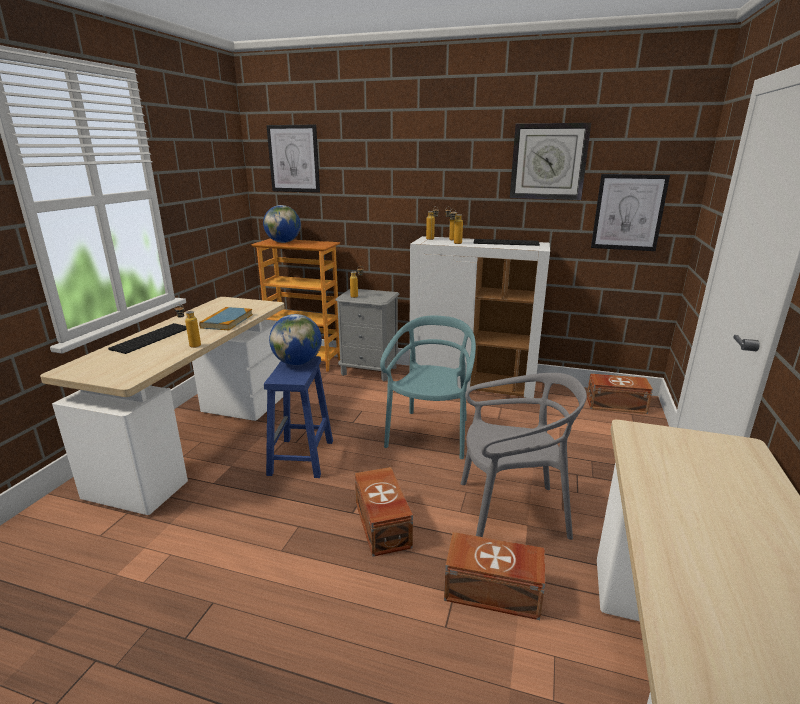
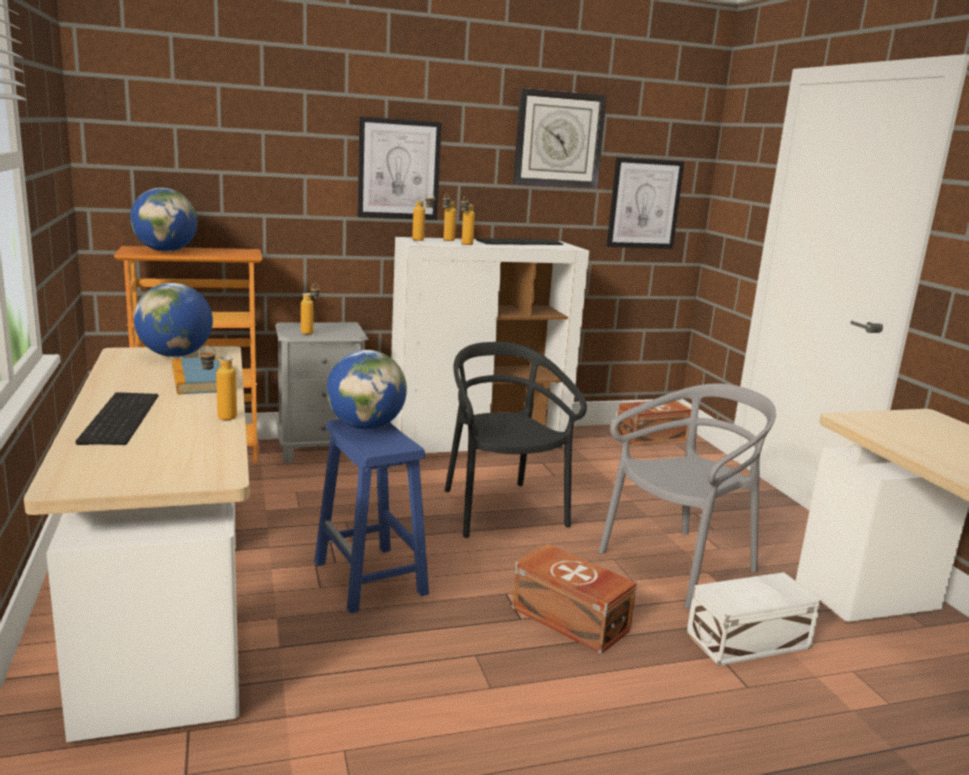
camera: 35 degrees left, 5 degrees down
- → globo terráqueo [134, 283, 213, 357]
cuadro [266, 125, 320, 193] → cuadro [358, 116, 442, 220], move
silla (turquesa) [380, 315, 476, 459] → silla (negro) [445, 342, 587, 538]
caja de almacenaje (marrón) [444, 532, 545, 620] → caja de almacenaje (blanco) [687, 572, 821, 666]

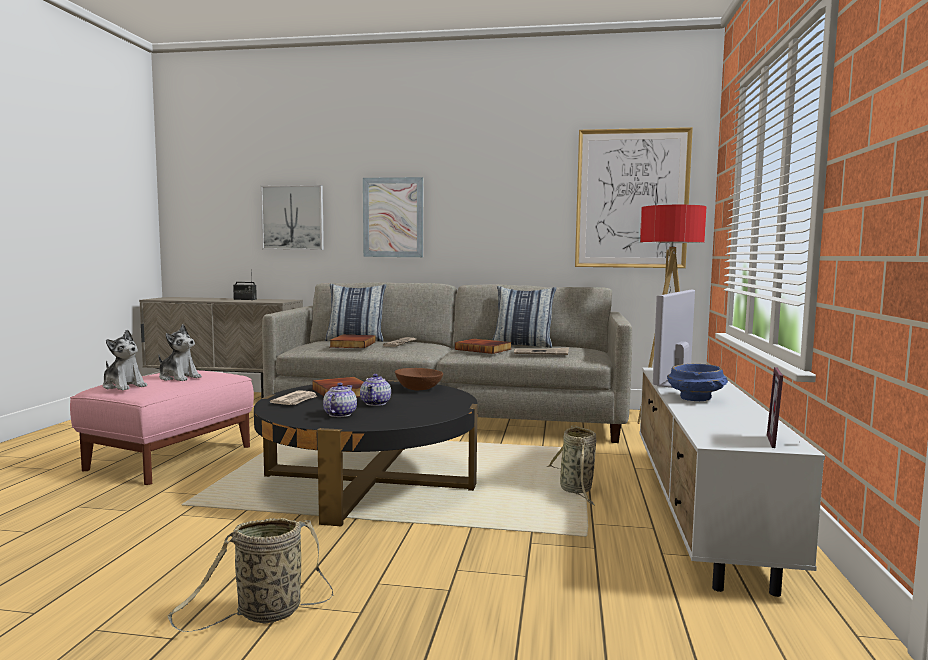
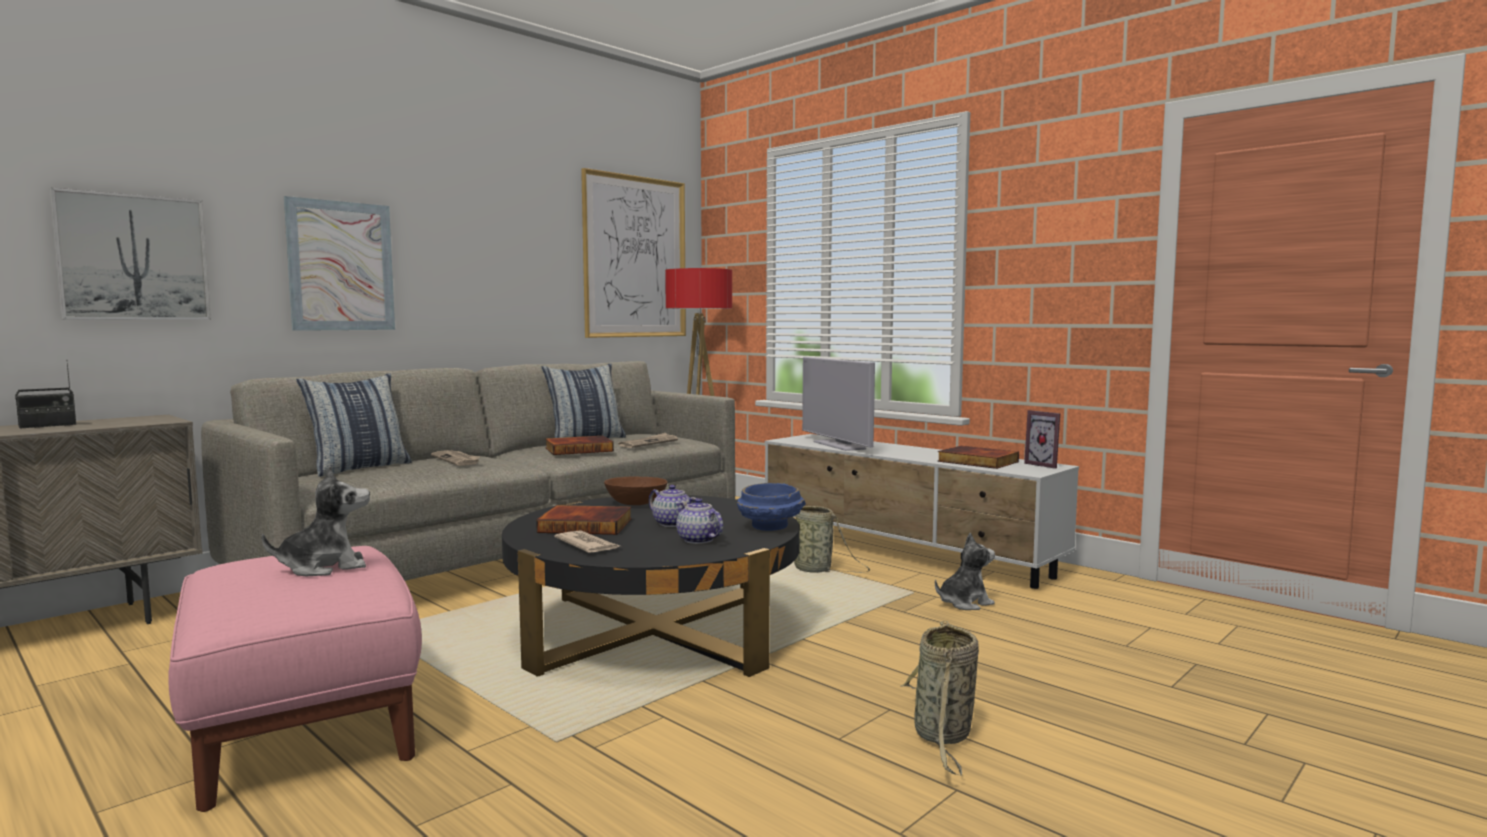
camera: 55 degrees left, 0 degrees up
cuenco (azul) [667, 364, 728, 401] → cuenco (azul) [737, 483, 806, 531], move
peluche [103, 330, 147, 390] → peluche [935, 533, 995, 610], move
libro [329, 335, 376, 348] → libro [937, 446, 1019, 469], move

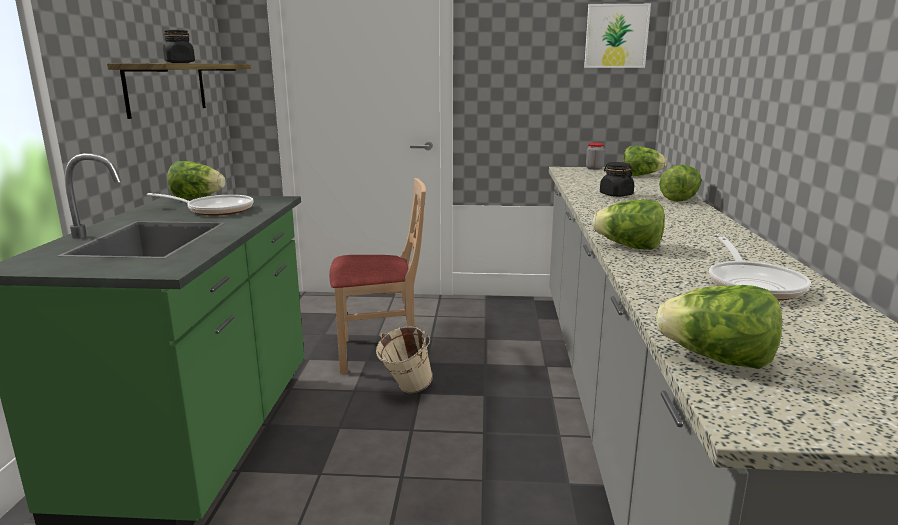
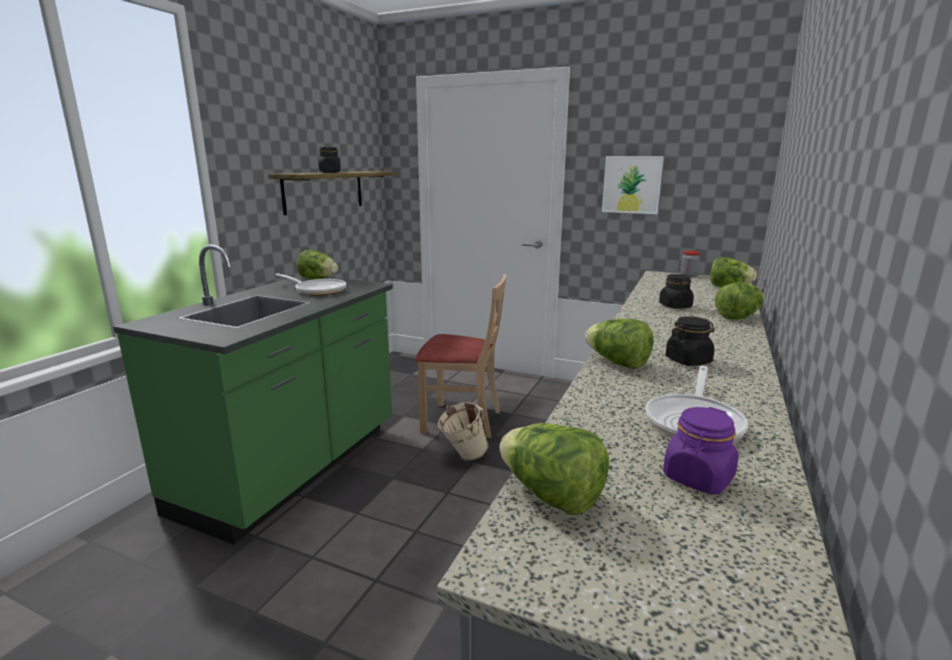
camera: 20 degrees right, 0 degrees up
cuadro [584, 4, 651, 68] → cuadro [602, 156, 664, 214], move
- → tarro (morado) [663, 407, 739, 494]
- → tarro (negro) [666, 316, 715, 366]

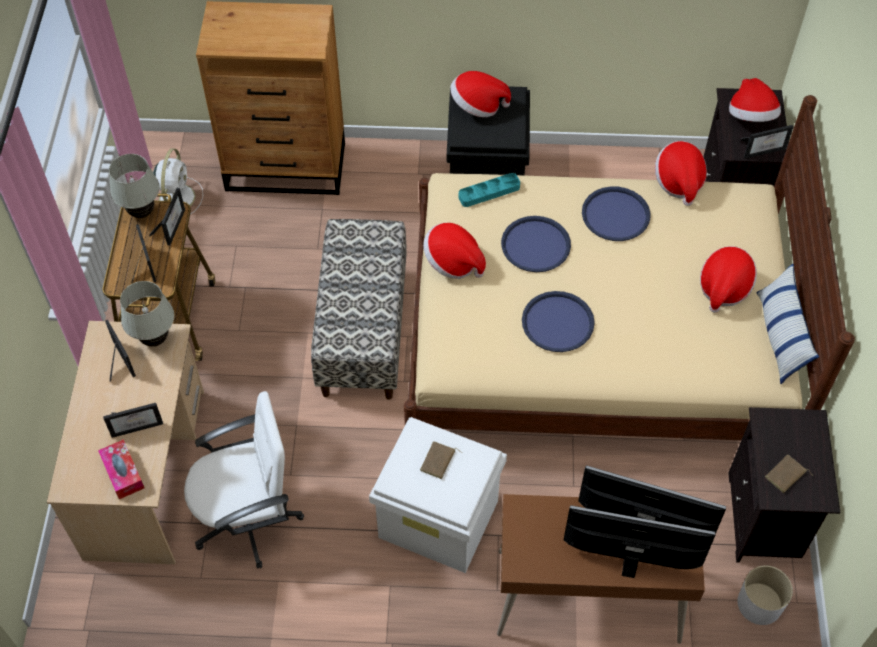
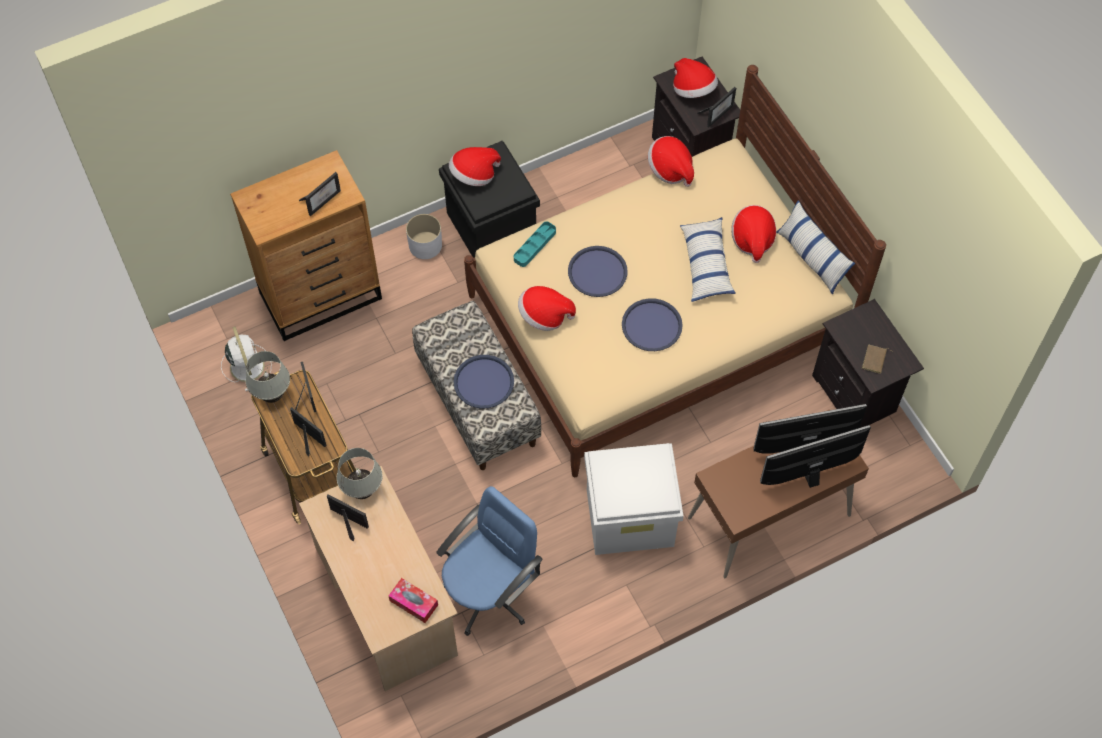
camera: 30 degrees left, 5 degrees up
portarretratos [103, 403, 163, 438] → portarretratos [299, 172, 341, 216], move
maceta (blanco) [738, 565, 793, 625] → maceta (blanco) [406, 214, 442, 259], move
silla de oficina (blanco) [184, 391, 304, 568] → silla de oficina (azul) [436, 486, 542, 636]
bandeja (azul) [582, 187, 651, 241] → bandeja (azul) [454, 355, 514, 408], move
- → cojín [680, 217, 736, 302]
libro (marrón) [420, 441, 462, 479] → -

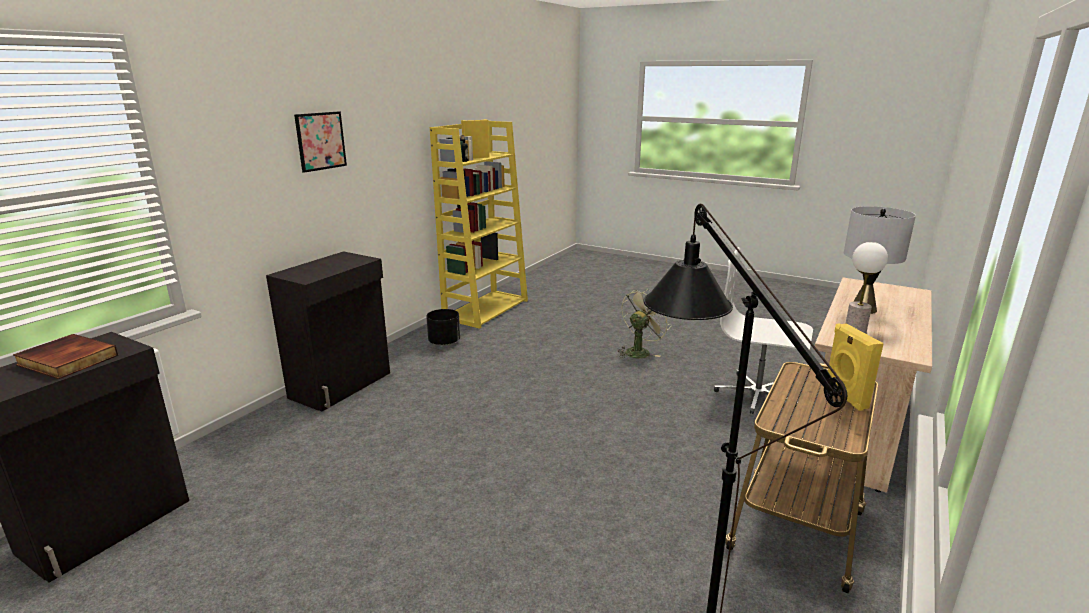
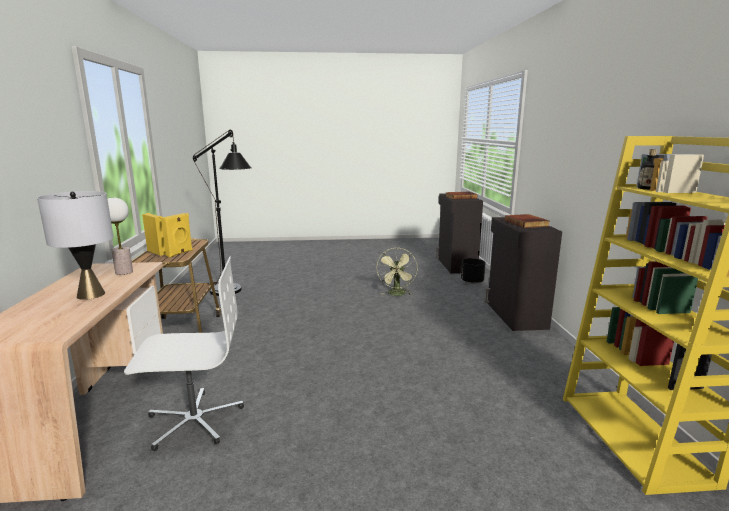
camera: 145 degrees right, 5 degrees down
altavoz (amarillo) [461, 119, 490, 159] → altavoz (amarillo) [161, 213, 193, 257], move
ventilador (verde) [617, 289, 672, 358] → ventilador (verde) [376, 247, 417, 296], move
maceta (negro) [426, 309, 460, 346] → maceta (negro) [461, 258, 486, 284], move
- → libro [505, 214, 549, 228]
cuadro [294, 111, 347, 173] → -

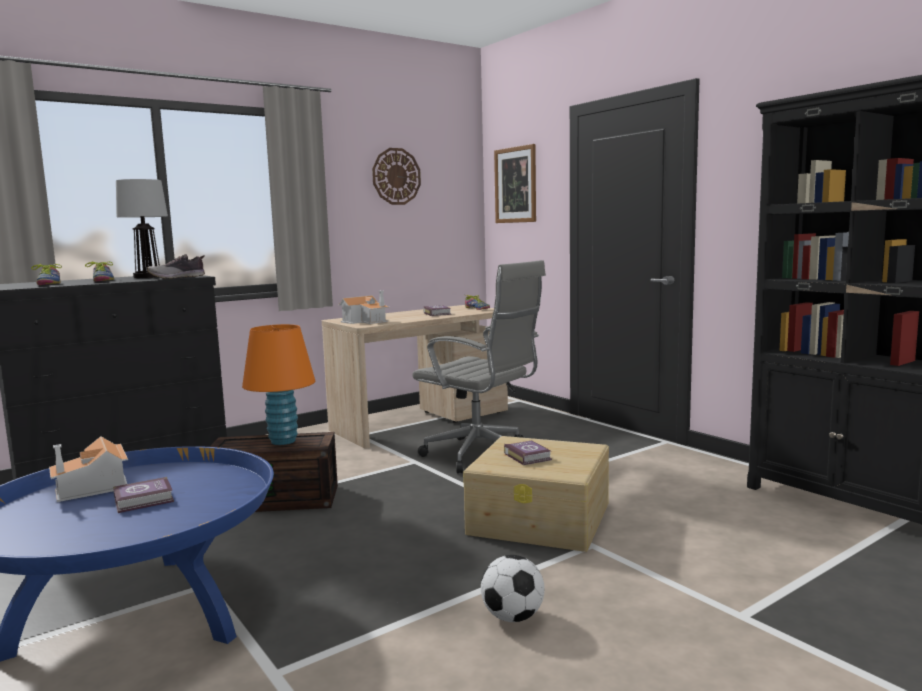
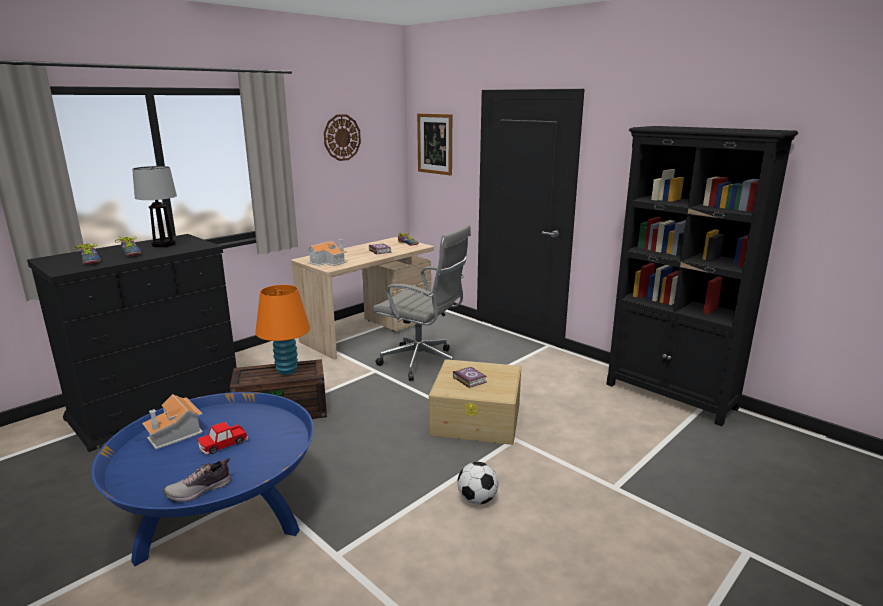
camera: 10 degrees left, 10 degrees up
zapato [147, 254, 205, 279] → zapato [164, 458, 231, 502], move
libro [113, 477, 174, 513] → coche de juguete [198, 422, 248, 455]

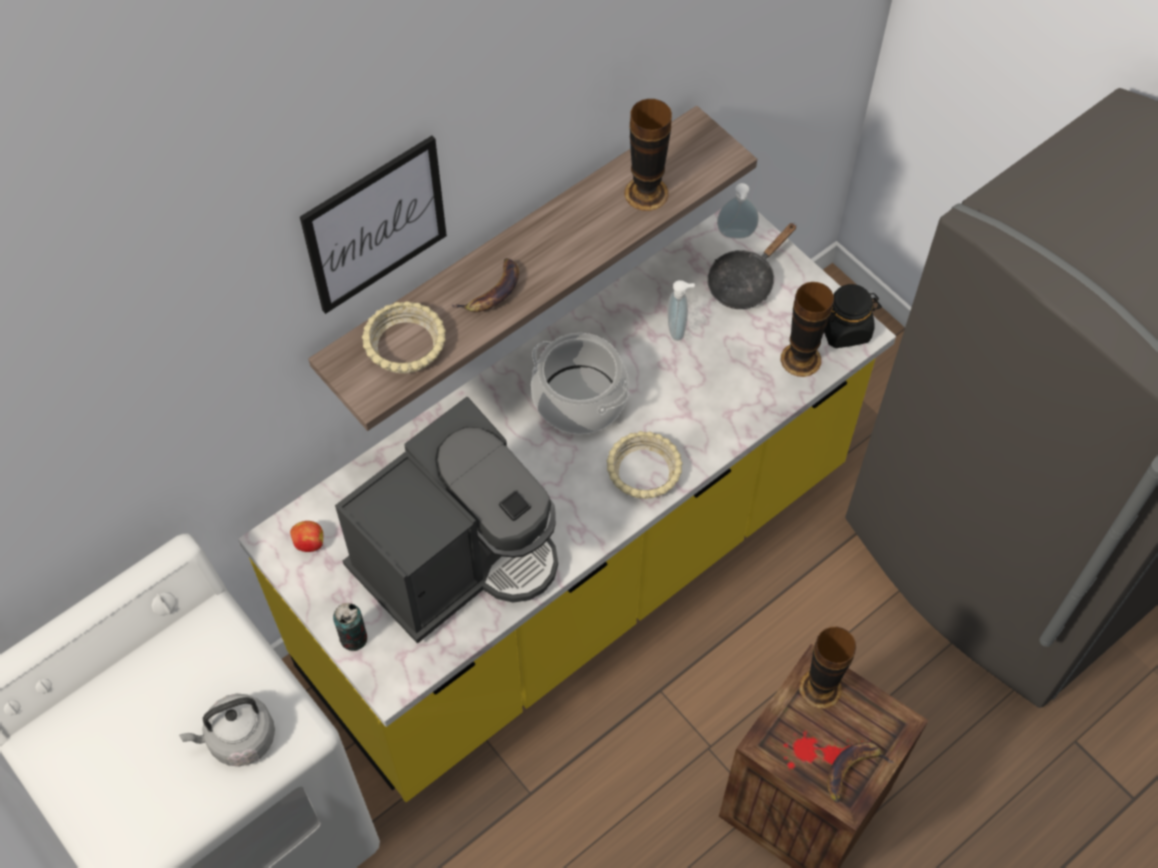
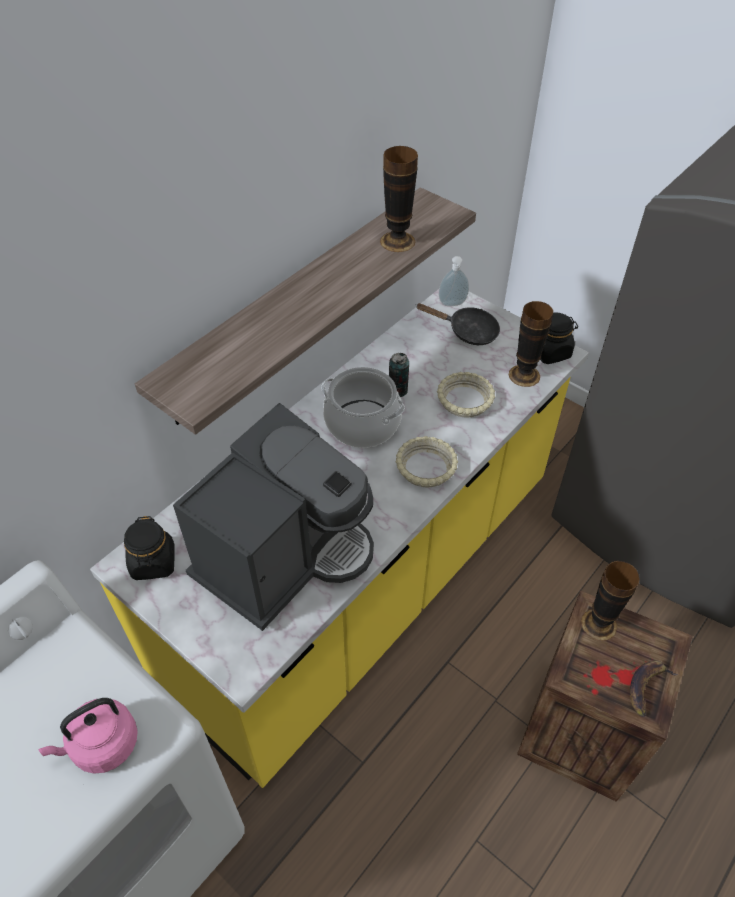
camera: 10 degrees left, 10 degrees down
hervidor (gris) [179, 694, 275, 766] → hervidor (rosa) [38, 698, 138, 774]
manzana [290, 521, 323, 552] → tarro (negro) [124, 516, 174, 580]
lata [333, 603, 367, 651] → lata [389, 353, 409, 397], move
sartén (negro) [707, 223, 797, 309] → sartén (negro) [417, 303, 500, 345], 105 degrees counterclockwise
cuenco (beis) [362, 301, 446, 374] → cuenco (beis) [437, 372, 495, 417], move
cuadro [300, 136, 447, 314] → -
plátano [451, 258, 519, 312] → -
dispensador de jabón [668, 280, 695, 341] → -

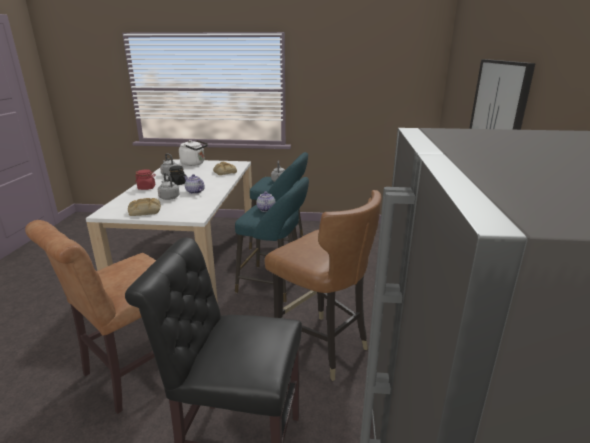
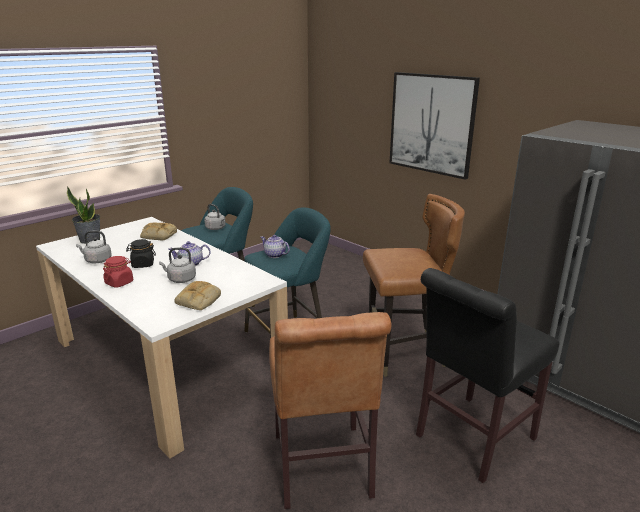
camera: 50 degrees left, 0 degrees up
hervidor (blanco) [179, 140, 208, 166] → planta en maceta [67, 186, 100, 244]

